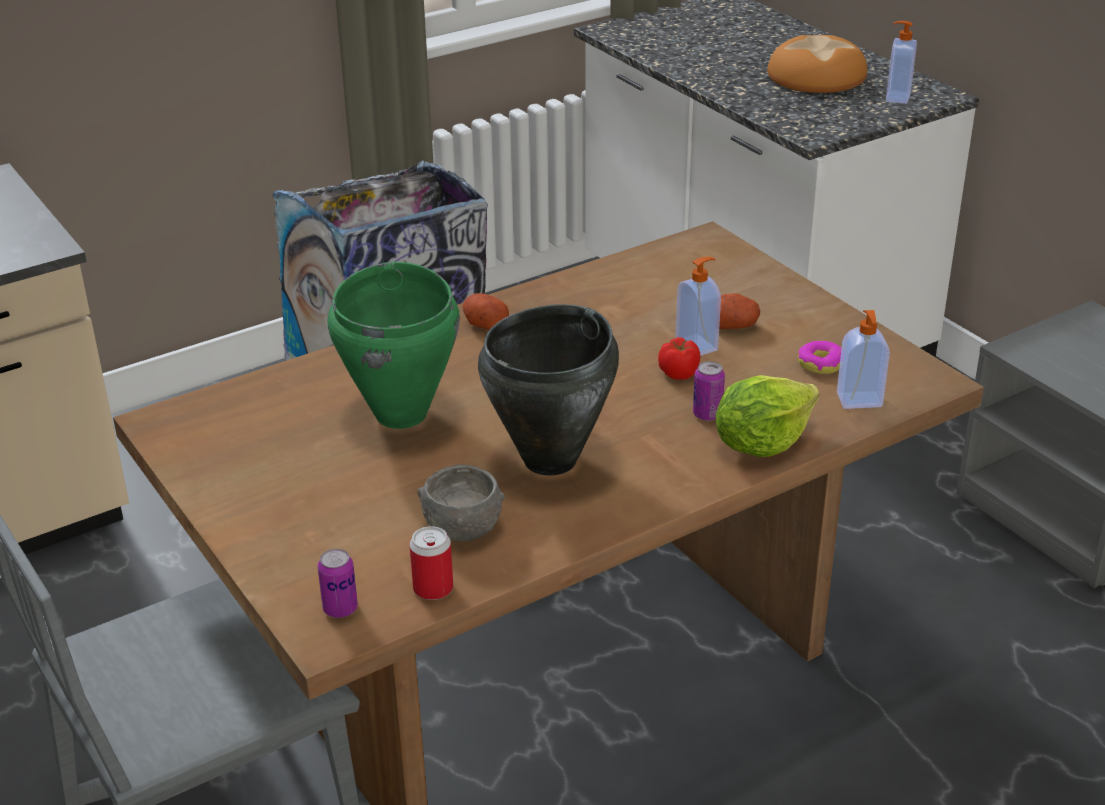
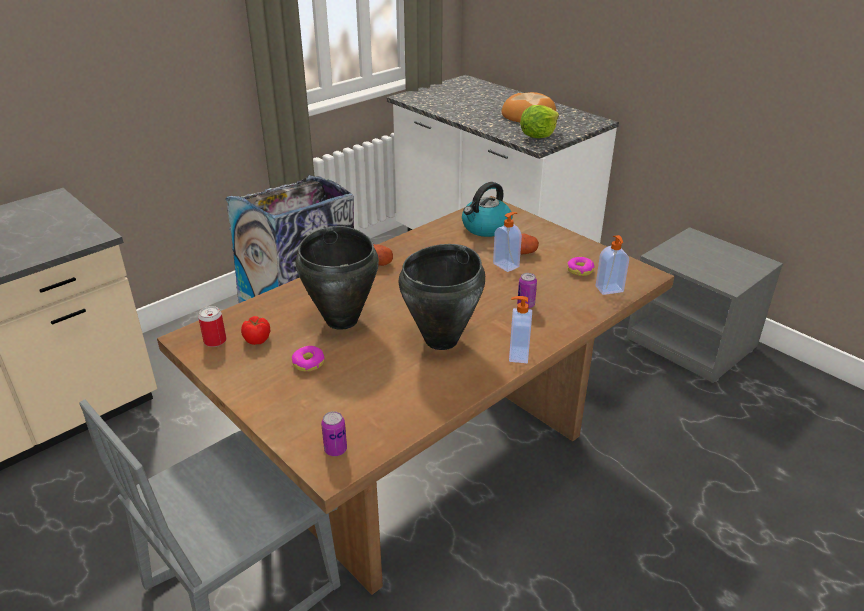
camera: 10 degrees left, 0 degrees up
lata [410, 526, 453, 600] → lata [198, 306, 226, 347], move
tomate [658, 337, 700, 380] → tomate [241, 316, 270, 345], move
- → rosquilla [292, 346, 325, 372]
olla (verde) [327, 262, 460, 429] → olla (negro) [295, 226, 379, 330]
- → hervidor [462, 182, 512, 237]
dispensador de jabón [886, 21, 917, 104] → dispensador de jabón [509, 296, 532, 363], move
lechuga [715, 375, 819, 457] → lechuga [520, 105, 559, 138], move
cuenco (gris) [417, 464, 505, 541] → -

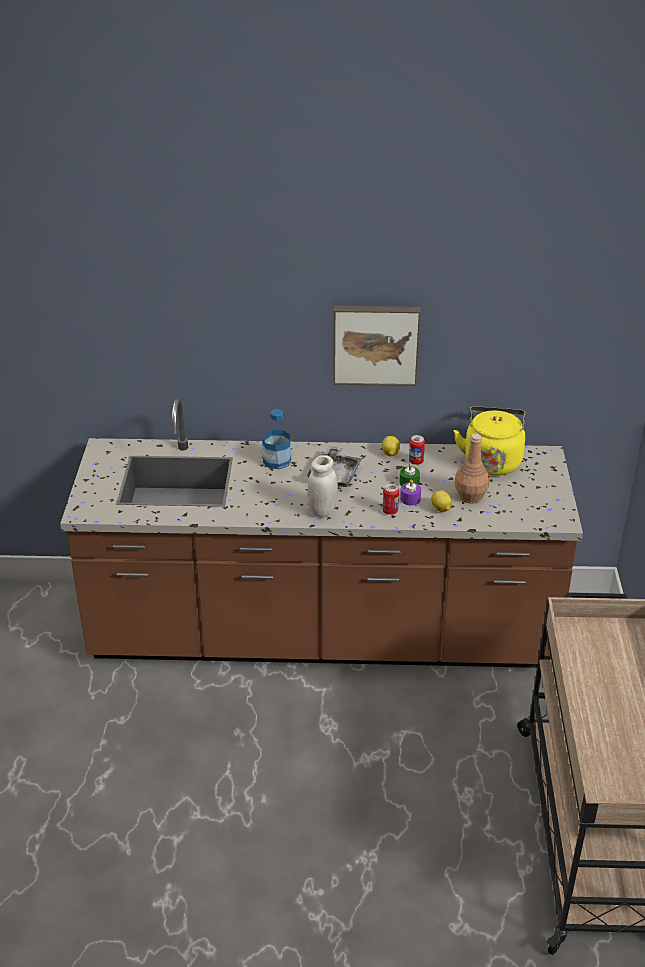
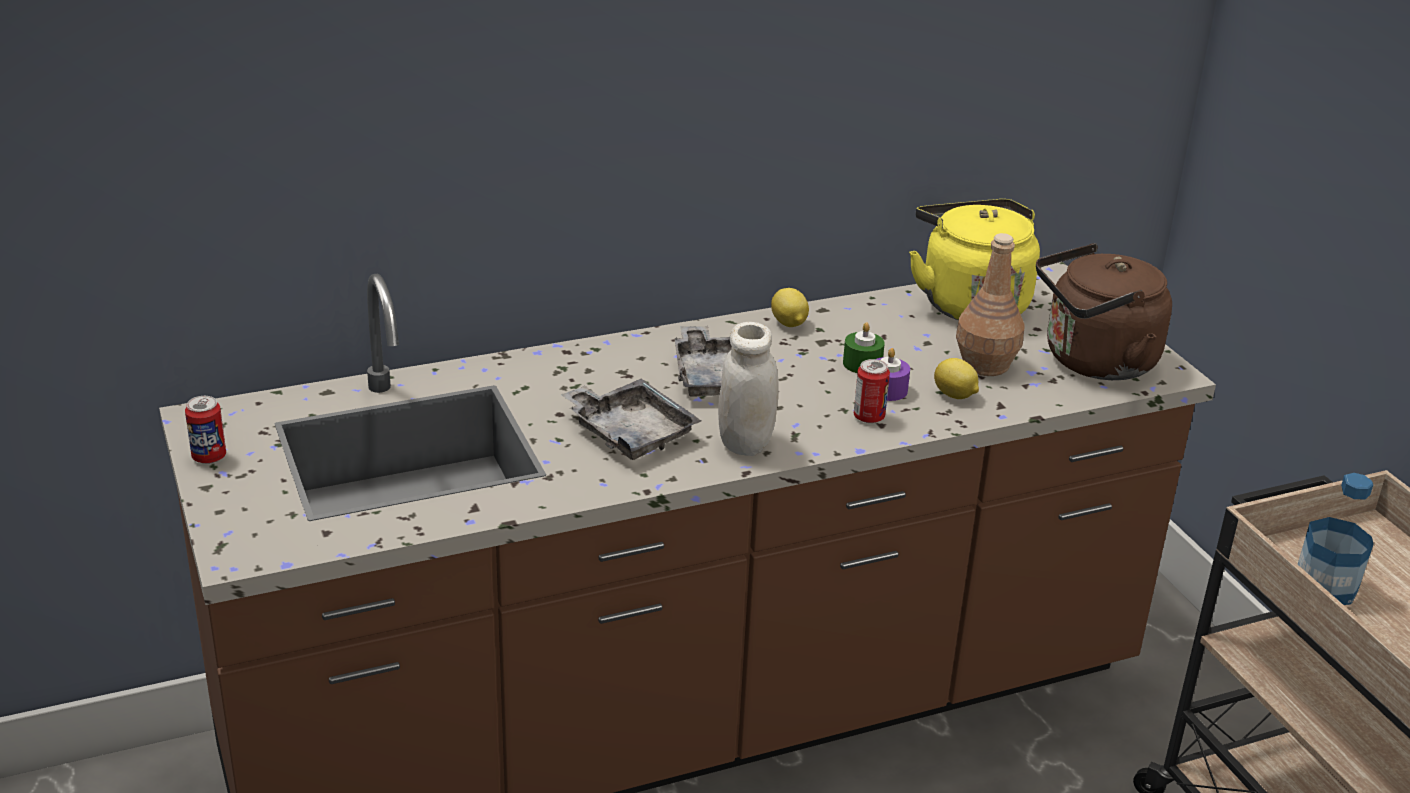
camera: 25 degrees left, 5 degrees down
lata [409, 435, 425, 465] → lata [185, 396, 226, 464], move
- → bandeja (gris) [561, 379, 701, 460]
- → hervidor (marrón) [1036, 243, 1172, 380]
botella [262, 409, 291, 469] → botella [1298, 473, 1374, 605], move
cuadro [333, 306, 421, 386] → -

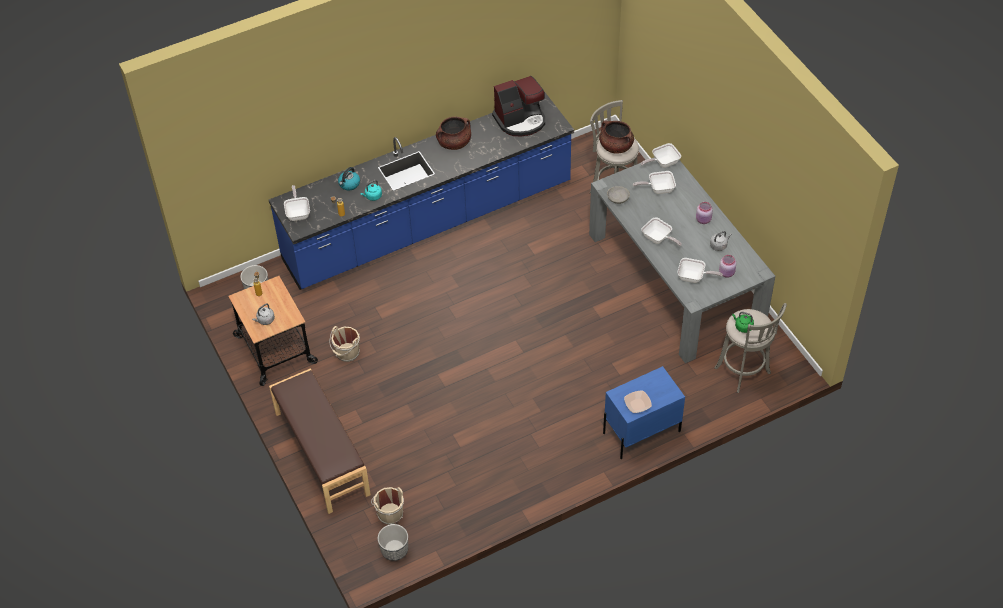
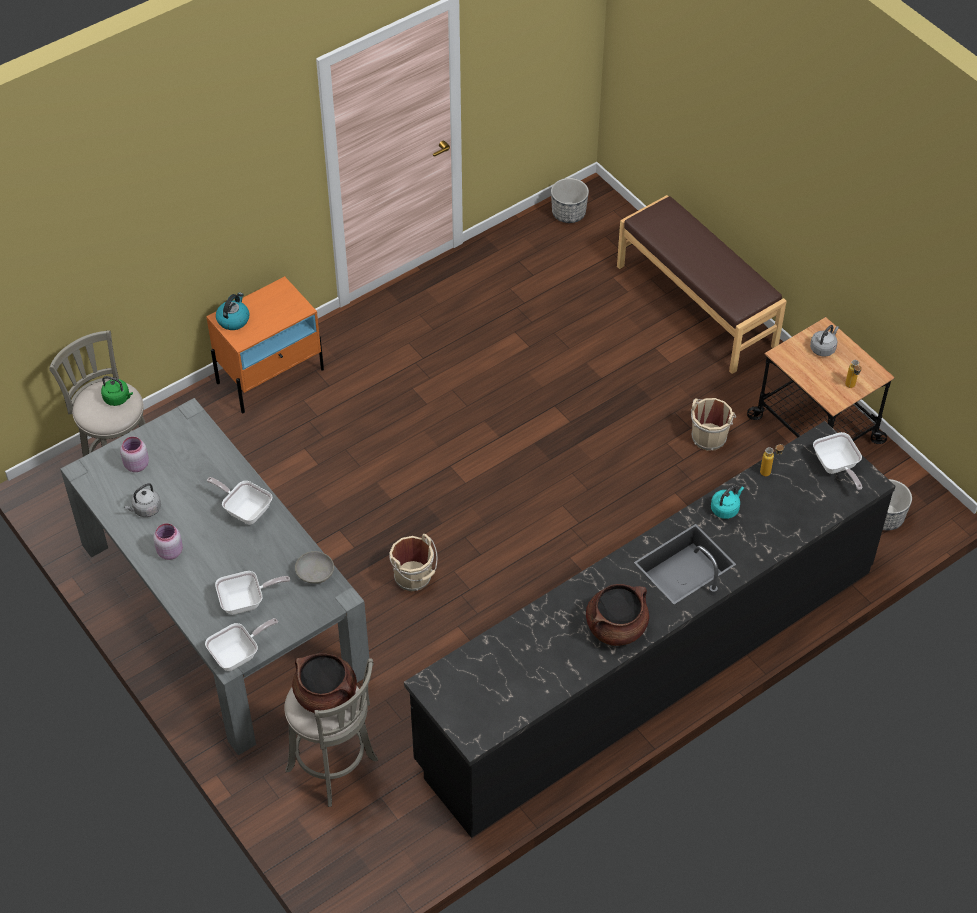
camera: 170 degrees right, 0 degrees up
mesita de noche (azul) [603, 366, 685, 459] → mesita de noche (naranja) [206, 276, 324, 413]
hervidor [338, 167, 360, 191] → hervidor [216, 292, 250, 330], move
cubo (beis) [371, 487, 404, 525] → cubo (beis) [389, 534, 438, 592], move
mueble bajo de cocina (azul) [269, 93, 574, 290] → mueble bajo de cocina (negro) [404, 421, 895, 838]
cafetera [492, 76, 545, 136] → -
cuenco [624, 391, 652, 413] → -
sartén [677, 258, 723, 283] → -

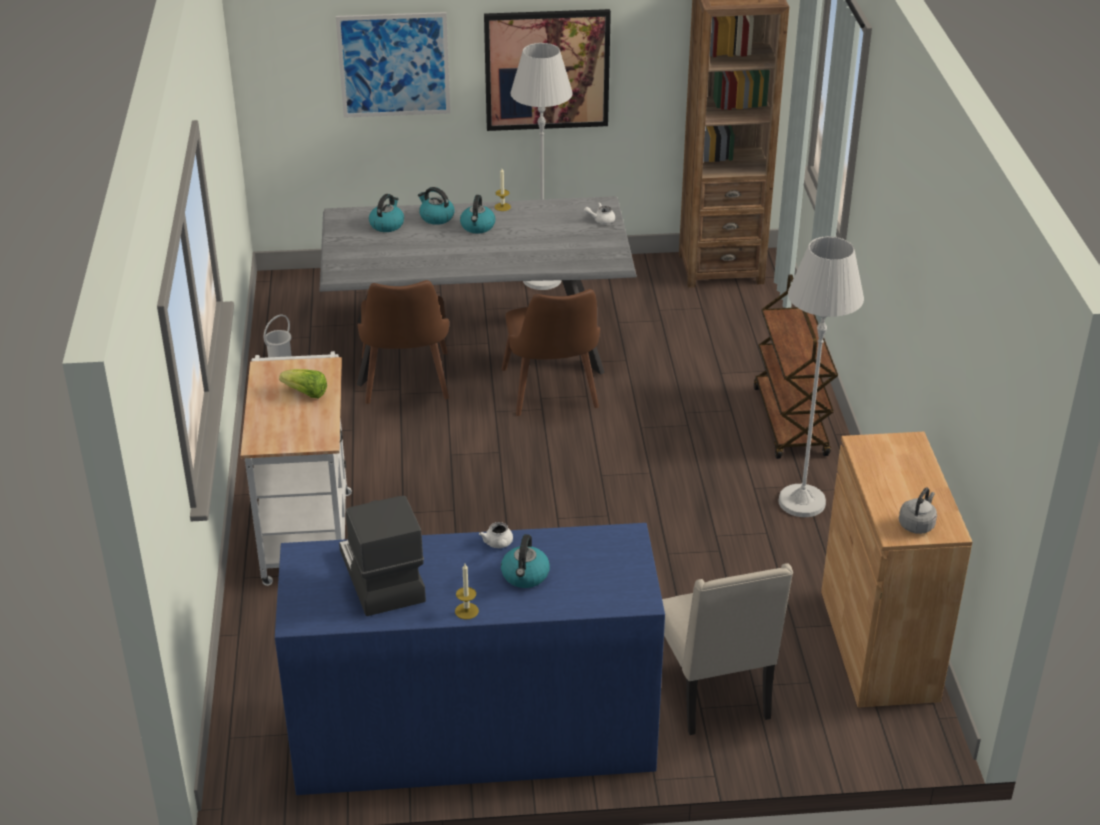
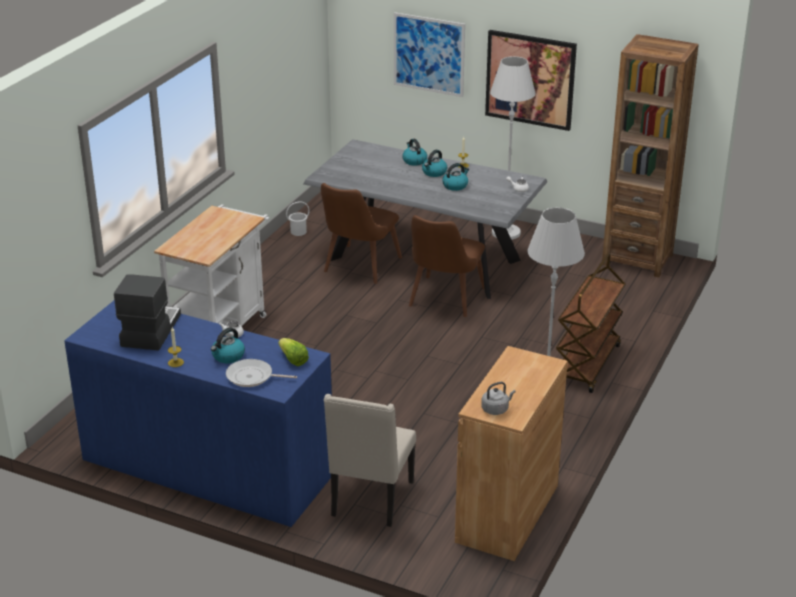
camera: 30 degrees right, 5 degrees down
- → sartén [226, 359, 297, 387]
lechuga [279, 369, 327, 398] → lechuga [278, 338, 309, 366], move
hervidor [369, 194, 404, 232] → hervidor [442, 163, 469, 191], move

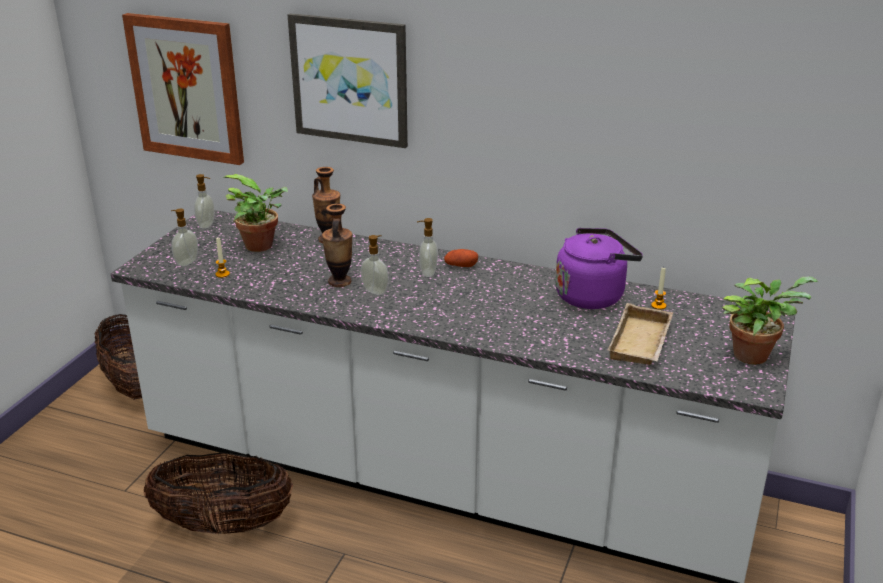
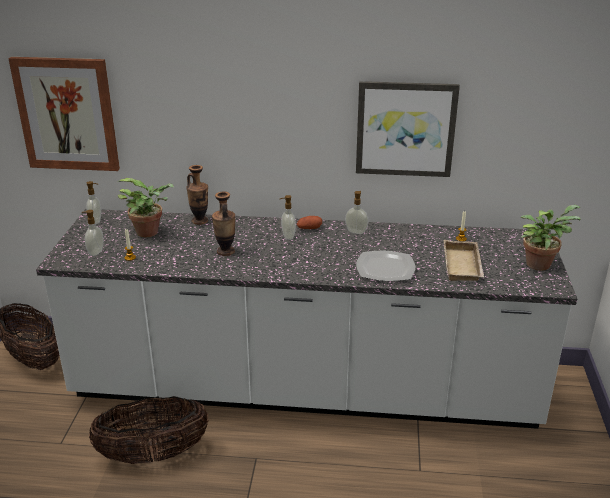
camera: 15 degrees left, 0 degrees up
dispensador de jabón [361, 235, 389, 295] → dispensador de jabón [345, 191, 368, 234], move
cuadro [288, 13, 408, 148] → cuadro [356, 81, 460, 177], move
- → plato [356, 251, 415, 281]
hervidor (morado) [555, 228, 643, 309] → -

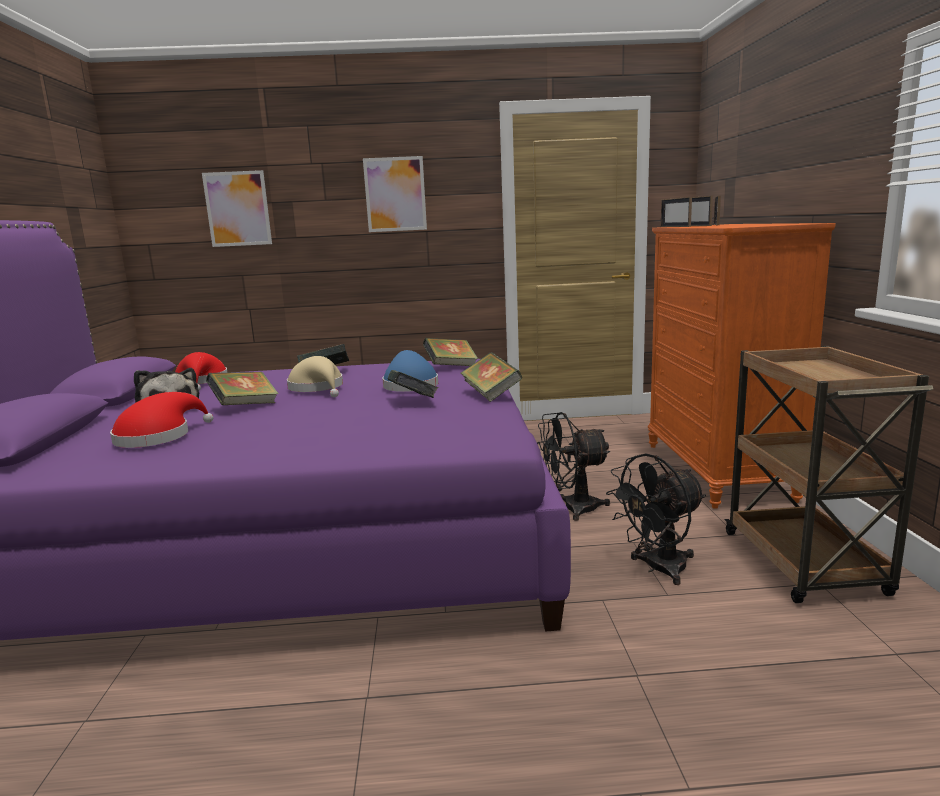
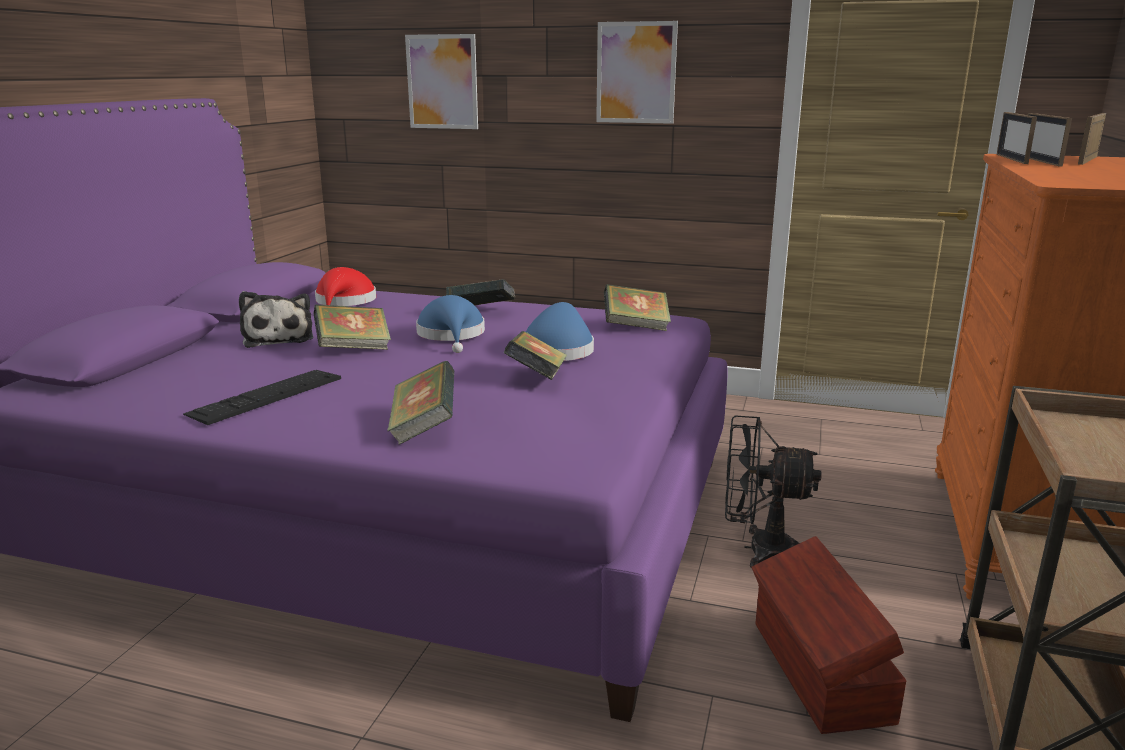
camera: 20 degrees right, 5 degrees up
- → teclado [183, 370, 341, 425]
libro [461, 352, 522, 402] → libro [388, 361, 454, 445], move
sombrero (beis) [287, 356, 343, 397] → sombrero (azul) [416, 295, 485, 353]
ventilador (negro) [606, 453, 706, 585] → caja de almacenaje (marrón) [752, 536, 906, 734]
sombrero (rojo) [110, 392, 213, 448] → -

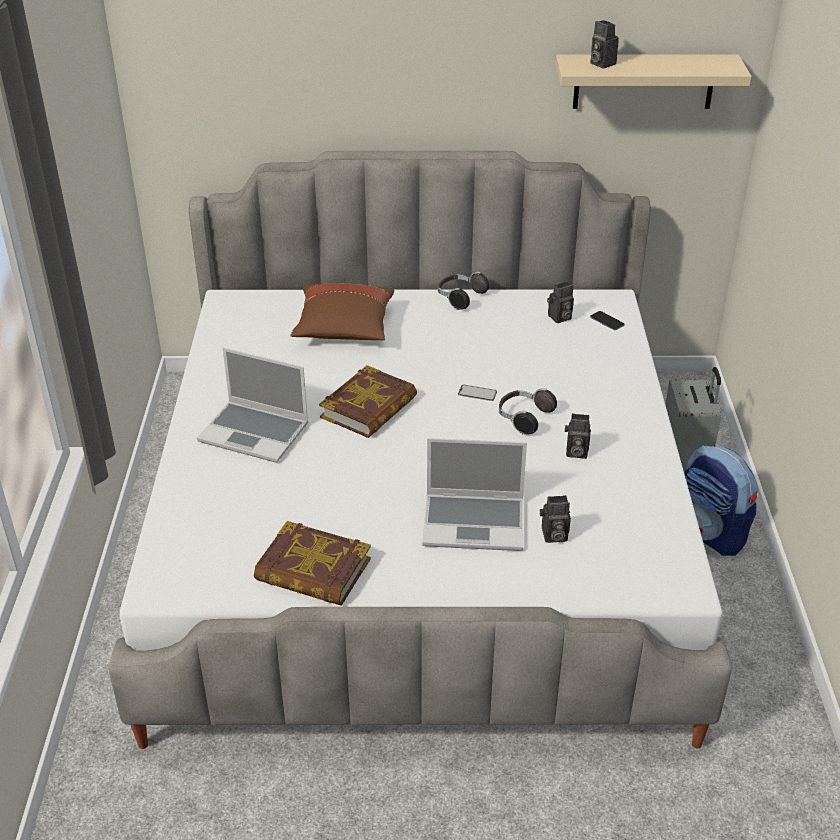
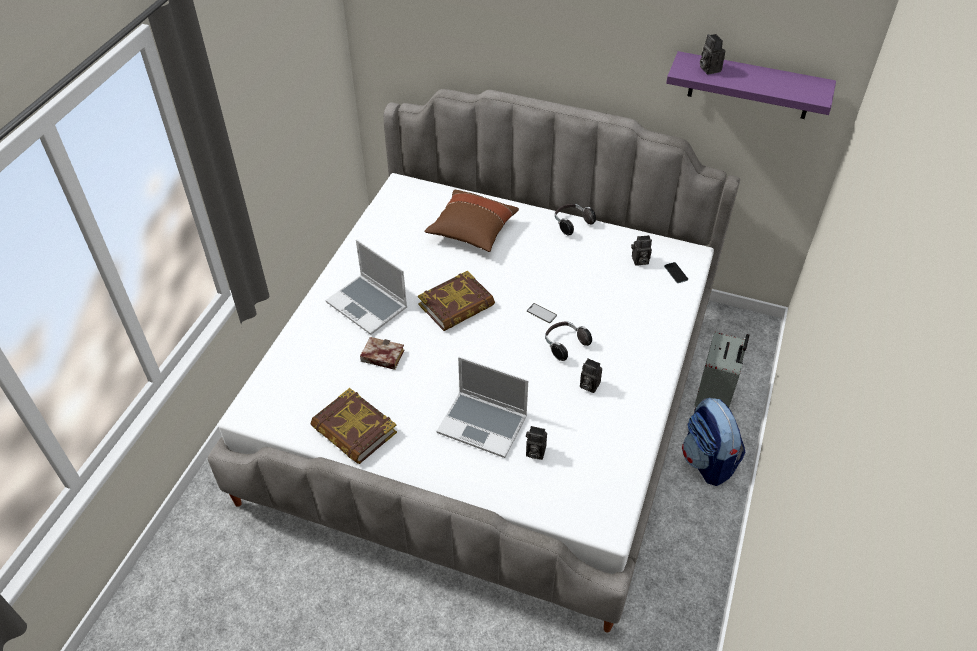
camera: 20 degrees right, 10 degrees up
- → libro [360, 337, 404, 370]
estante (beis) [555, 54, 752, 109] → estante (morado) [666, 51, 836, 119]

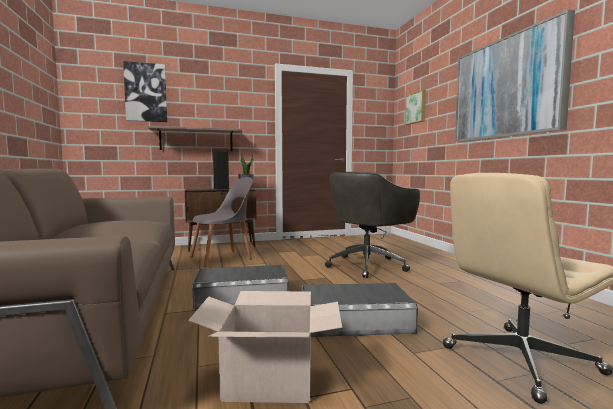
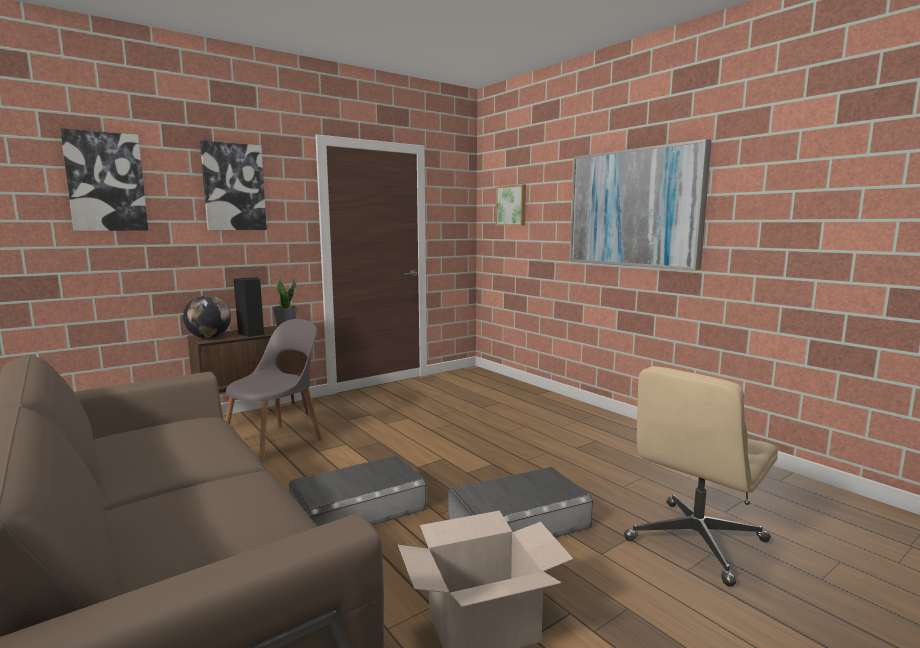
camera: 20 degrees left, 5 degrees up
- → globo terráqueo [183, 295, 231, 338]
- → cuadro [200, 140, 267, 230]
estante [147, 125, 242, 151] → -
silla de oficina (gris) [325, 172, 420, 278] → -

